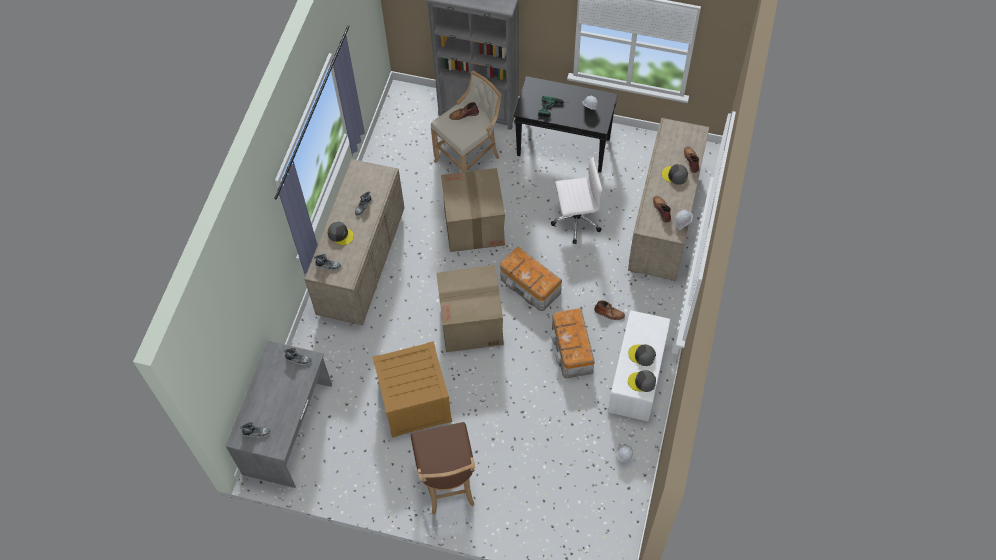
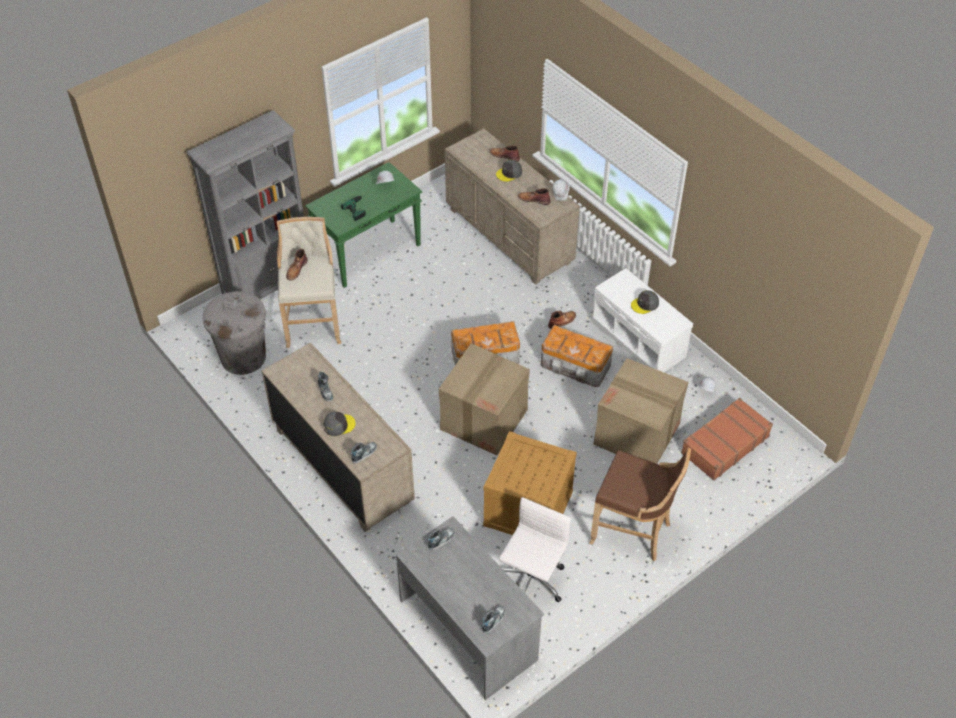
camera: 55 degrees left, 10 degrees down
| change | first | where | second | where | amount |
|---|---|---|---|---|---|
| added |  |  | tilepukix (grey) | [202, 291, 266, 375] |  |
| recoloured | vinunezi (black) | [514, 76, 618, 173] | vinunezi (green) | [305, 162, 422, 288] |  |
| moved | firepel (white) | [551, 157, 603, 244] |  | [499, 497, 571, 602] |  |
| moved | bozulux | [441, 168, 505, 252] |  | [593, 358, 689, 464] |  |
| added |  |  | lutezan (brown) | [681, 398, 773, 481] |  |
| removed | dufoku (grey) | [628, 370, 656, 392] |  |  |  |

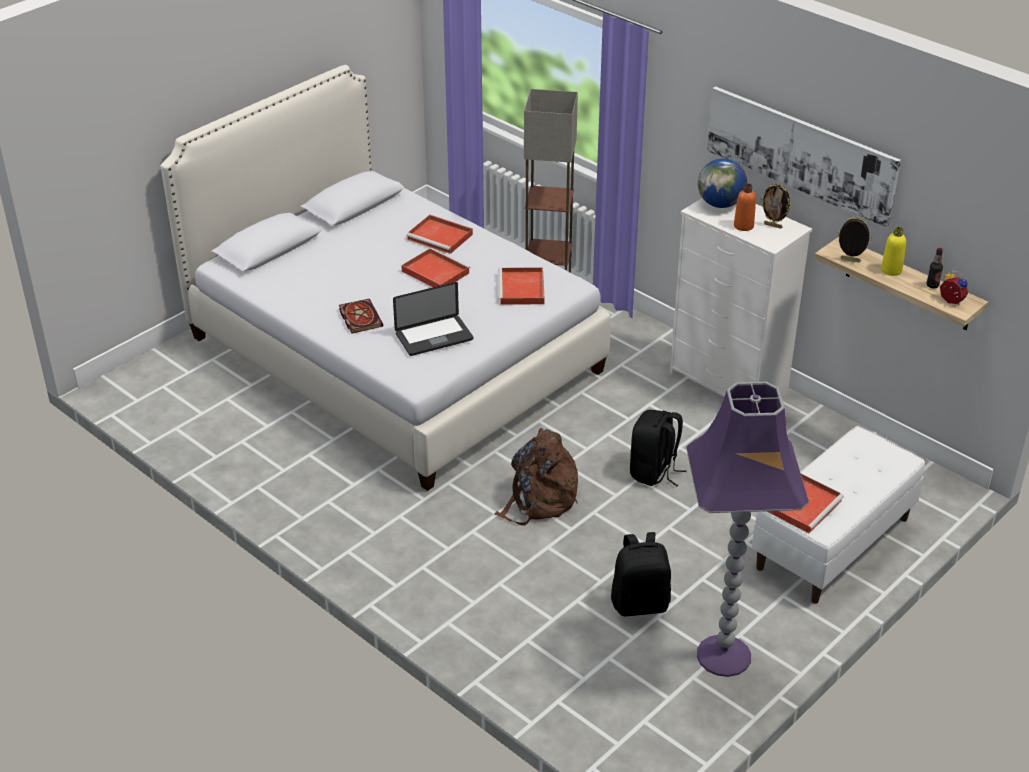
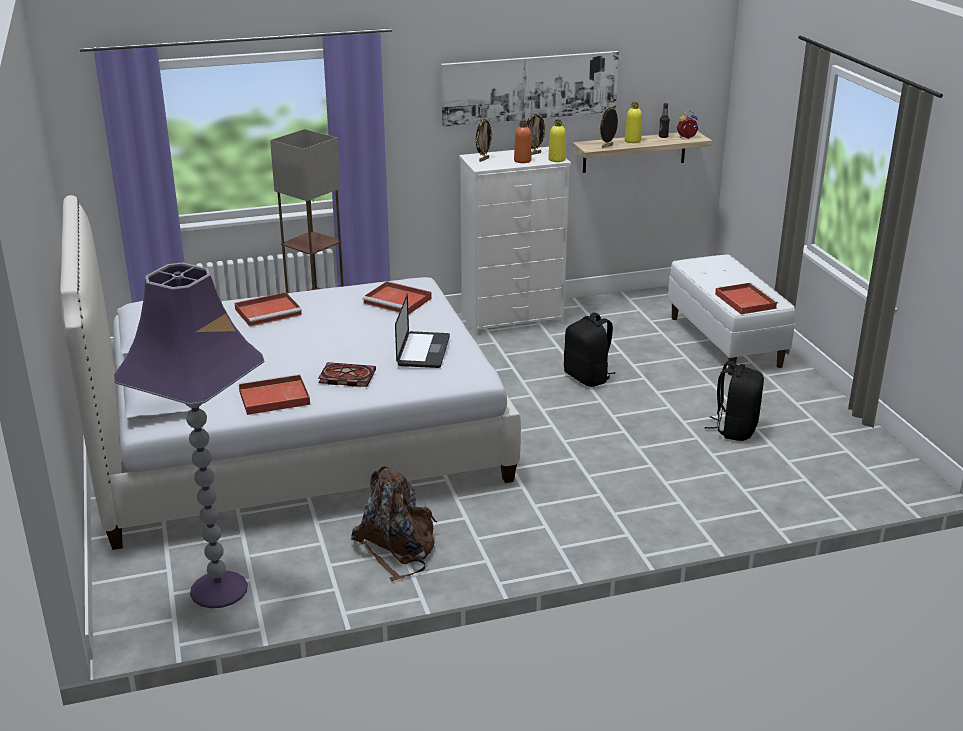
camera: 60 degrees left, 10 degrees down
| change | first | where | second | where | amount |
|---|---|---|---|---|---|
| moved | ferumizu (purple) | [686, 382, 809, 677] |  | [114, 262, 265, 608] |  |
| moved | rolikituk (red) | [401, 248, 470, 287] |  | [239, 374, 310, 415] |  |
| moved | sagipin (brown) | [494, 428, 578, 525] |  | [351, 467, 437, 581] |  |
| replaced | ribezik | [698, 158, 747, 208] | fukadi | [476, 118, 493, 162] |  |
| added |  |  | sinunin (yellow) | [548, 119, 566, 162] |  |

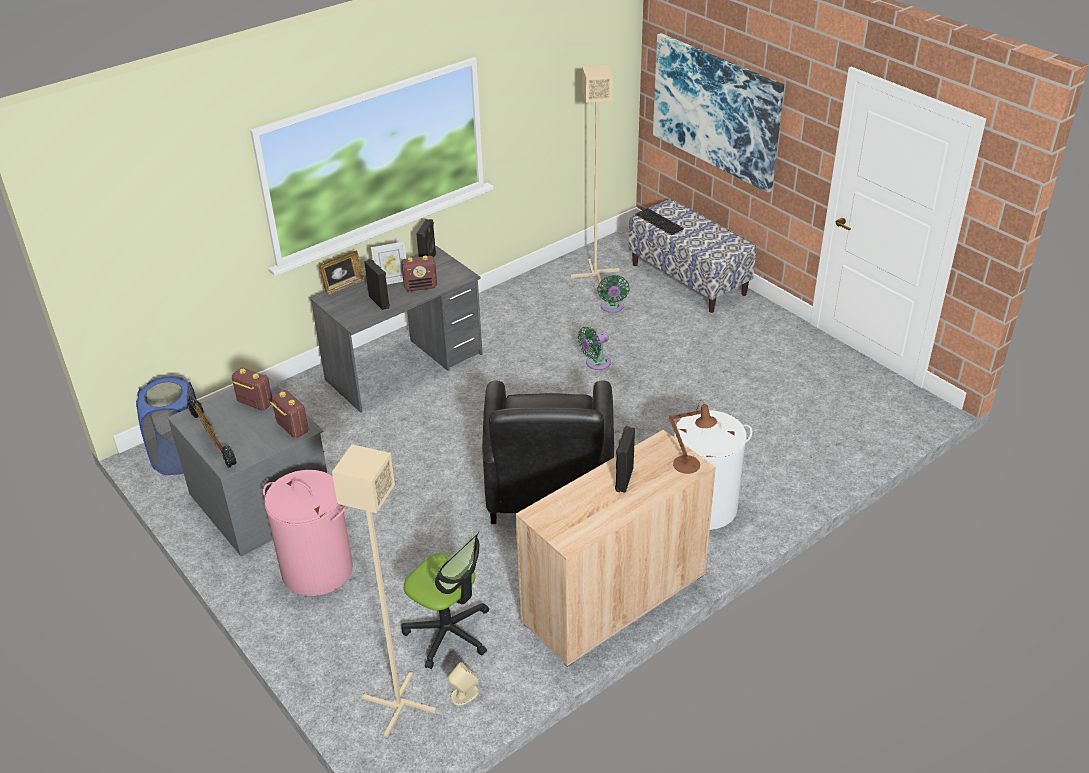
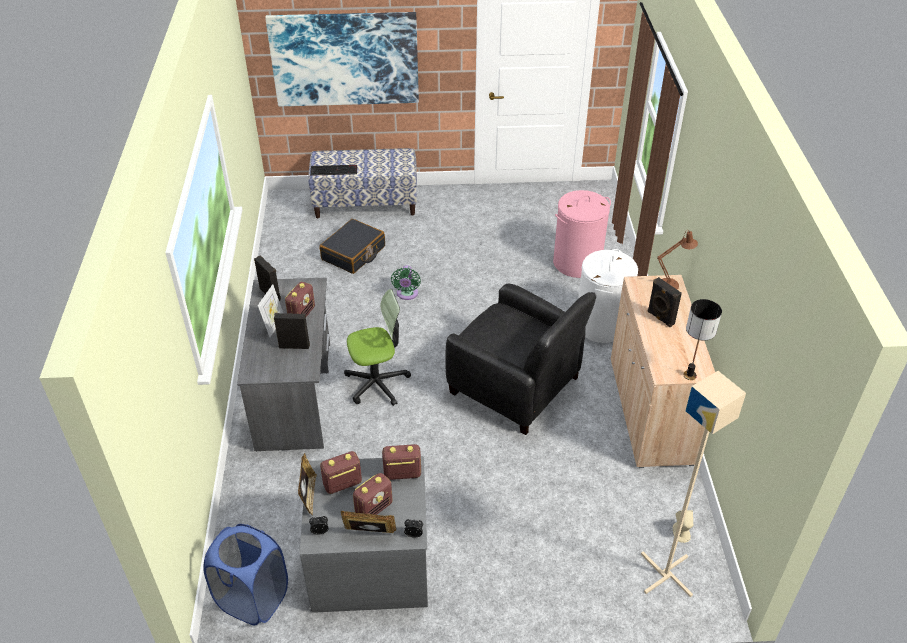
camera: 55 degrees left, 5 degrees up
| change | first | where | second | where | amount |
|---|---|---|---|---|---|
| moved | fukadi | [319, 251, 365, 295] |  | [298, 453, 317, 515] |  |
| replaced | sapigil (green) | [597, 275, 630, 313] | lutezan (black) | [319, 219, 385, 274] |  |
| moved | firepel | [401, 531, 489, 669] |  | [344, 289, 411, 406] |  |
| added |  |  | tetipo | [353, 473, 393, 515] |  |
| moved | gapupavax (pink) | [263, 470, 353, 596] |  | [553, 190, 611, 278] |  |
| added |  |  | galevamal | [683, 299, 722, 380] |  |
| removed | ferumizu (beige) | [571, 65, 620, 287] |  |  |  |

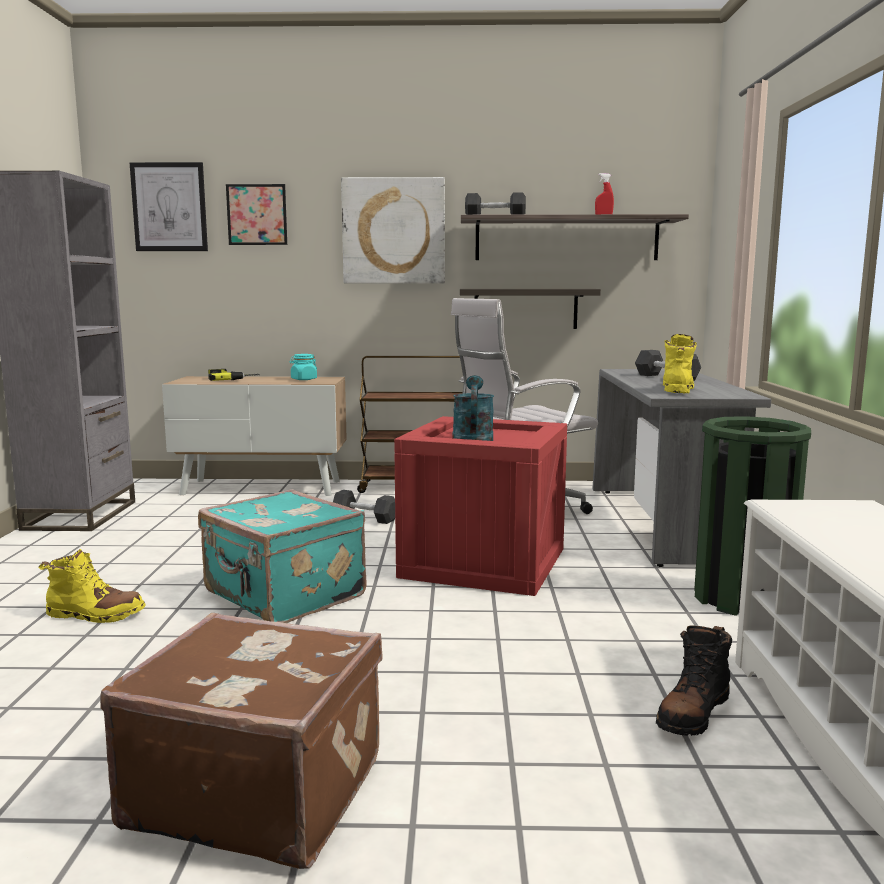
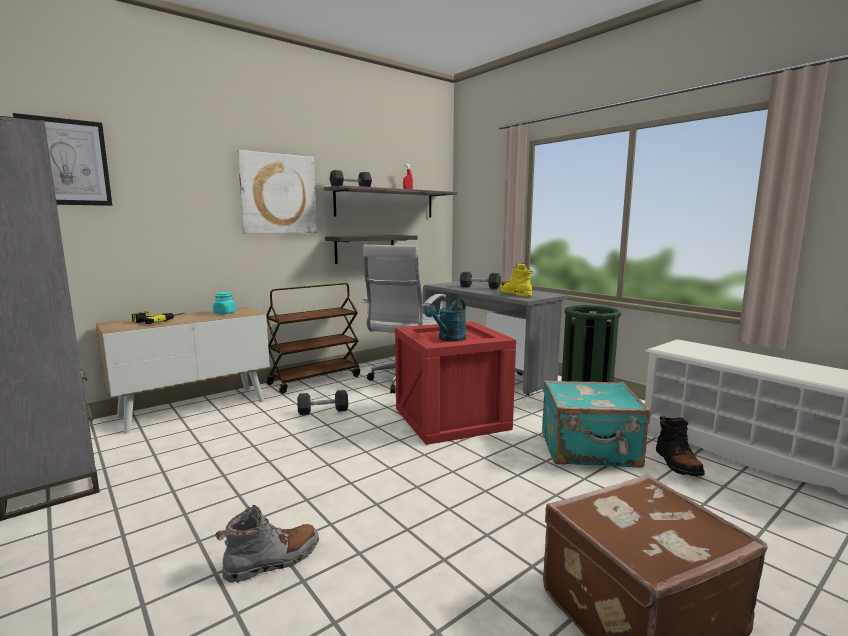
camera: 40 degrees left, 0 degrees up
| change | first | where | second | where | amount |
|---|---|---|---|---|---|
| recoloured | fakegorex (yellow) | [39, 549, 146, 623] | fakegorex (grey) | [215, 505, 319, 583] |  |
| turned | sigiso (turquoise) | [452, 375, 494, 441] |  | [425, 299, 466, 342] | 105 degrees counterclockwise |
| moved | lutezan (turquoise) | [198, 489, 366, 623] |  | [542, 380, 651, 468] |  |
| removed | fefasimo | [226, 184, 287, 245] |  |  |  |

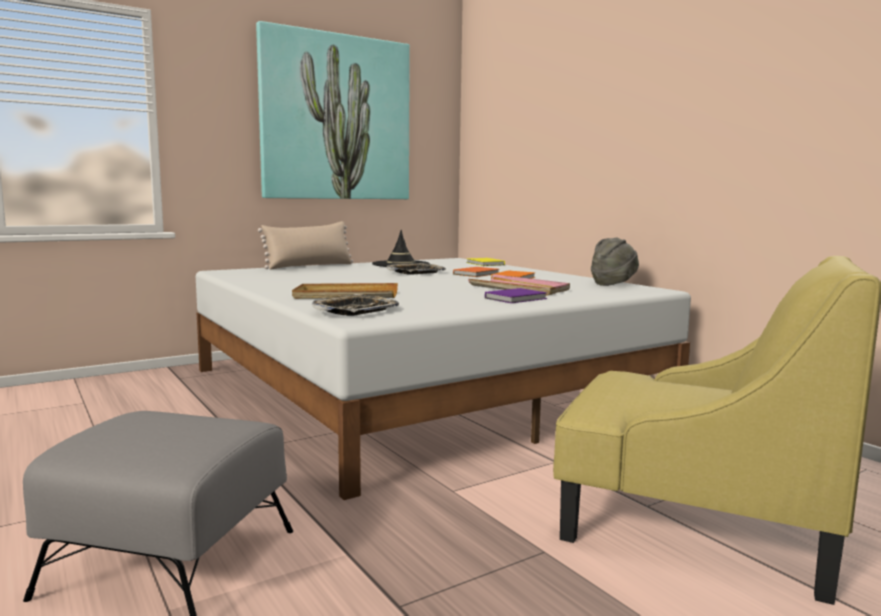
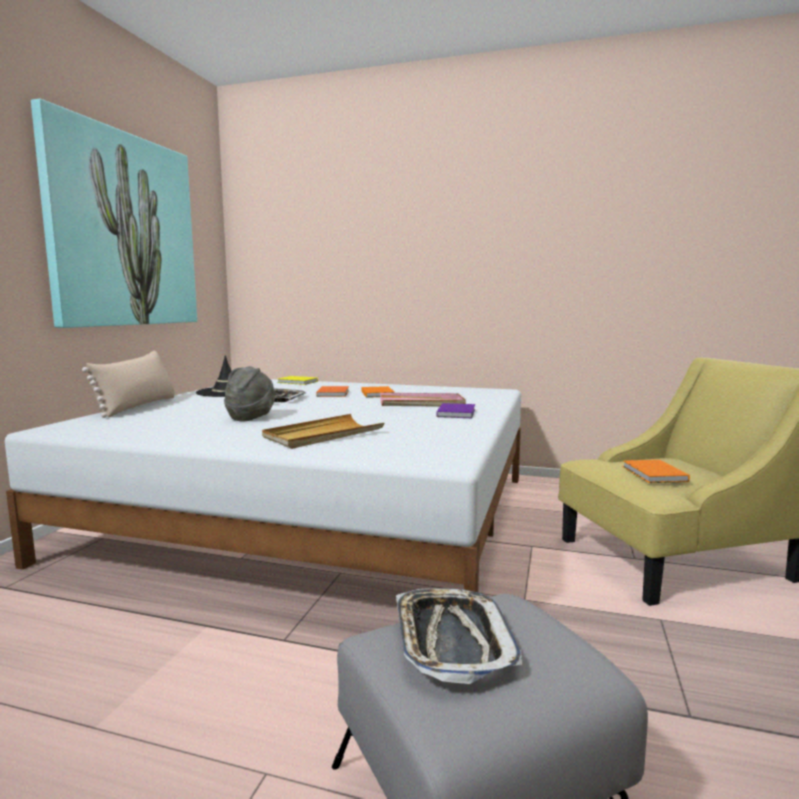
camera: 40 degrees left, 0 degrees up
| change | first | where | second | where | amount |
|---|---|---|---|---|---|
| moved | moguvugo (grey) | [591, 238, 639, 286] |  | [224, 366, 275, 422] |  |
| moved | rolikituk | [311, 294, 399, 316] |  | [396, 588, 522, 684] |  |
| added |  |  | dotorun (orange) | [623, 460, 690, 483] |  |

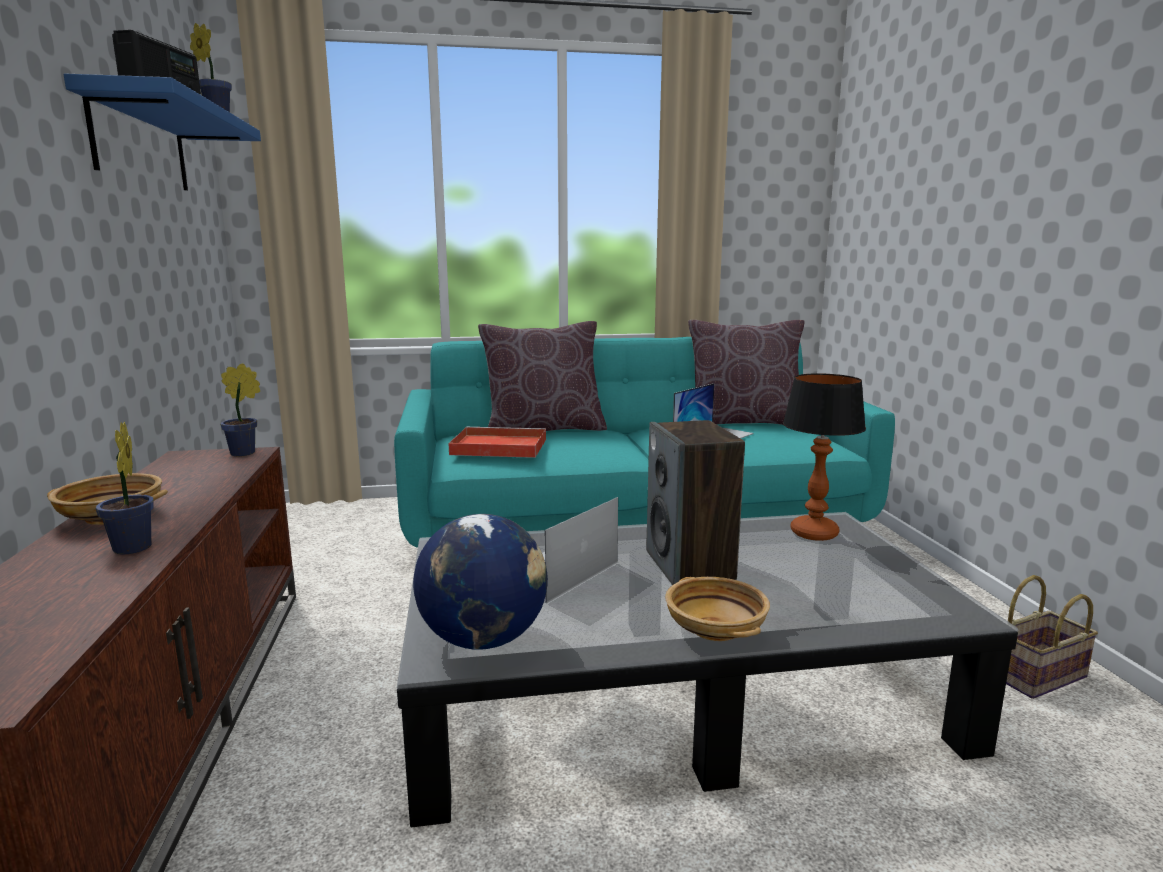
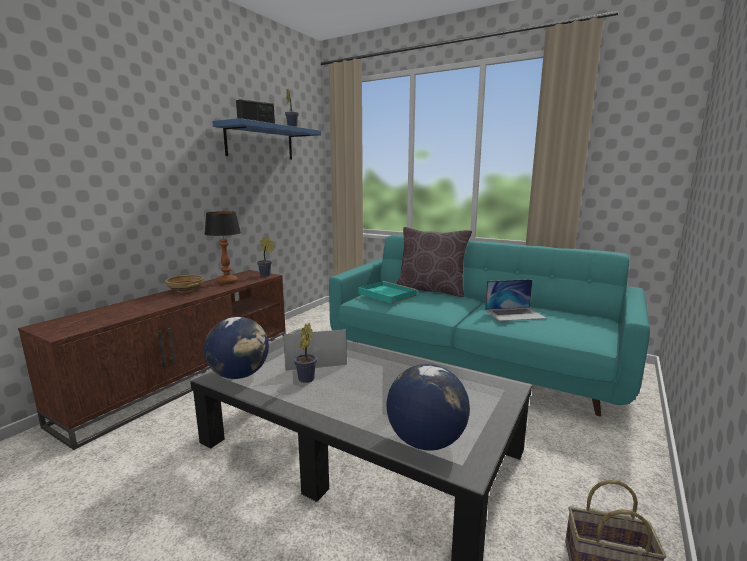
camera: 40 degrees right, 0 degrees up
| change | first | where | second | where | amount |
|---|---|---|---|---|---|
| moved | galevamal | [783, 373, 866, 541] |  | [205, 211, 241, 284] |  |
| moved | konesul | [96, 422, 154, 555] |  | [294, 323, 317, 383] |  |
| recoloured | rolikituk (red) | [448, 427, 546, 458] | rolikituk (turquoise) | [358, 281, 418, 303] |  |
| added |  |  | ribezik | [387, 364, 470, 450] |  |
| removed | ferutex | [646, 420, 745, 585] |  |  |  |
| removed | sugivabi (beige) | [665, 577, 770, 641] |  |  |  |
| removed | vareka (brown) | [688, 320, 805, 425] |  |  |  |

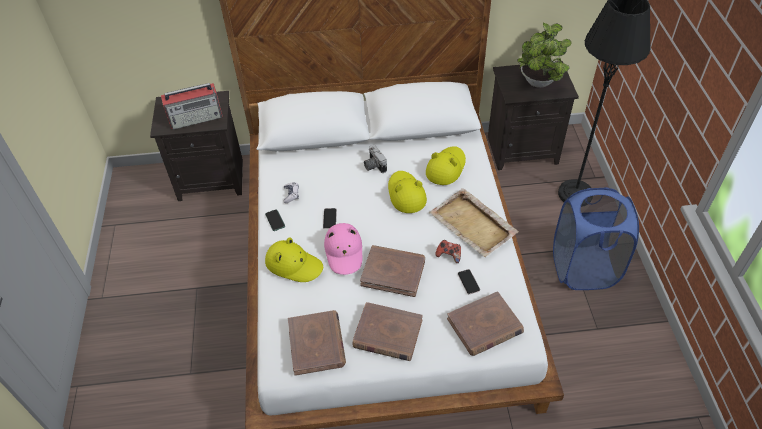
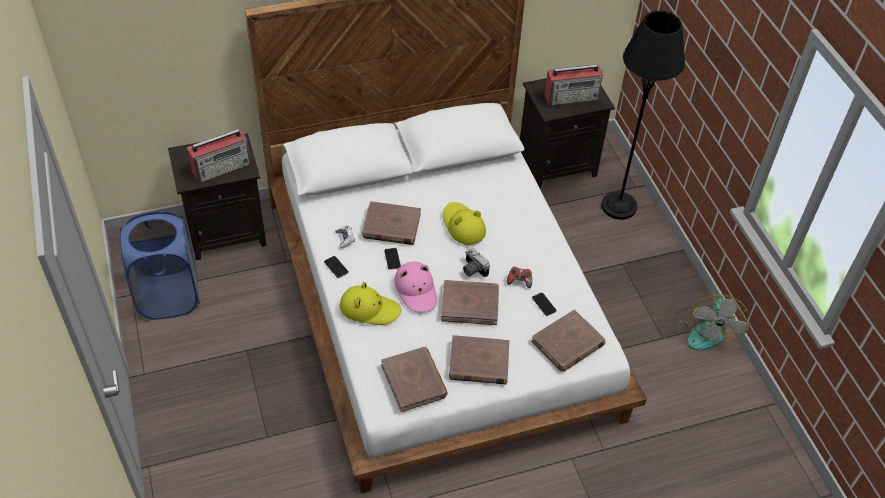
camera: 15 degrees left, 0 degrees up
| change | first | where | second | where | amount |
|---|---|---|---|---|---|
| moved | gapupavax (blue) | [553, 187, 639, 290] |  | [120, 211, 200, 320] |  |
| added |  |  | dotorun (brown) | [362, 201, 421, 245] |  |
| moved | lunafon | [364, 145, 387, 173] |  | [463, 247, 490, 277] |  |
| replaced | konesul | [517, 23, 572, 88] | tetipo | [544, 65, 603, 105] |  |
| added |  |  | sapigil | [675, 294, 751, 350] |  |
| removed | moguvugo (yellow) | [426, 146, 466, 185] |  |  |  |
| removed | rolikituk (beige) | [429, 188, 519, 257] |  |  |  |

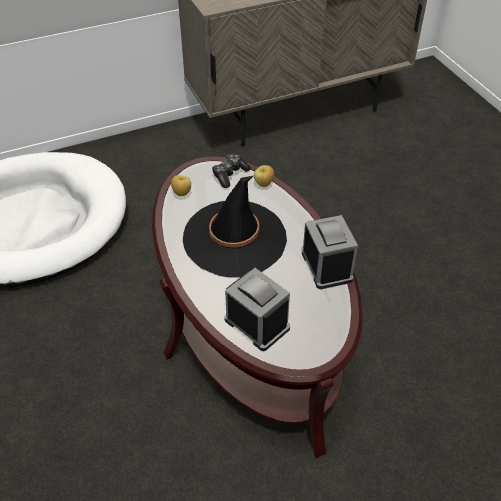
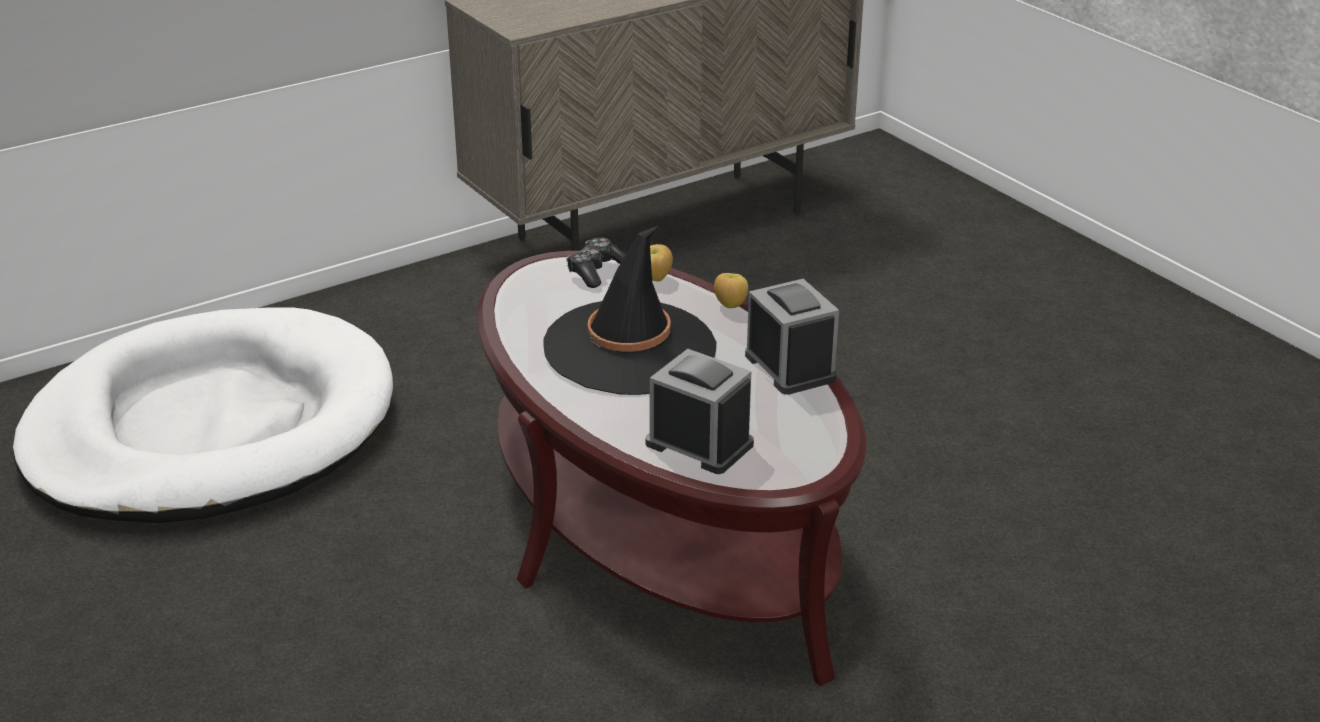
camera: 10 degrees left, 15 degrees down
| change | first | where | second | where | amount |
|---|---|---|---|---|---|
| moved | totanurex | [171, 175, 191, 196] |  | [714, 273, 748, 308] |  |

